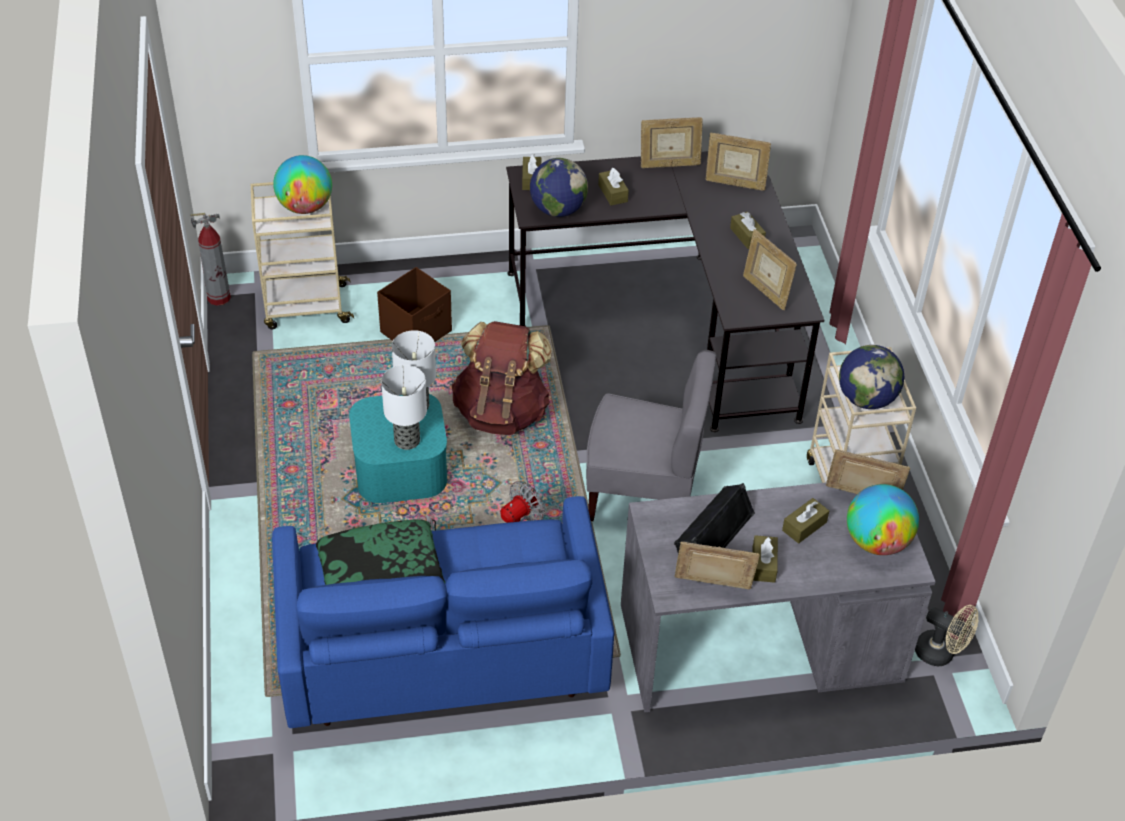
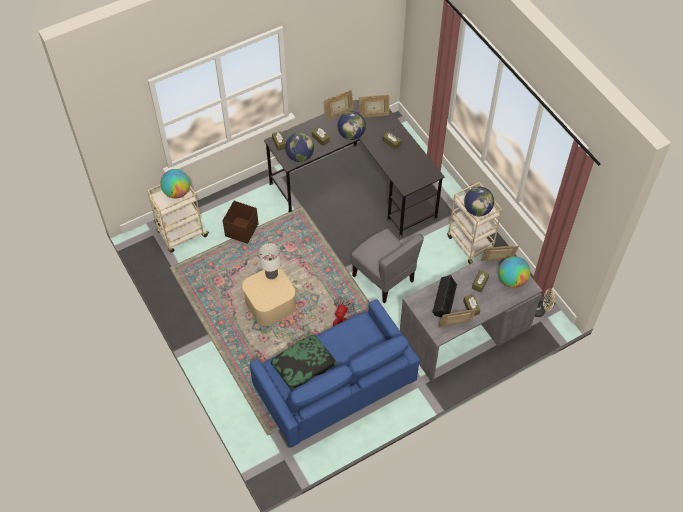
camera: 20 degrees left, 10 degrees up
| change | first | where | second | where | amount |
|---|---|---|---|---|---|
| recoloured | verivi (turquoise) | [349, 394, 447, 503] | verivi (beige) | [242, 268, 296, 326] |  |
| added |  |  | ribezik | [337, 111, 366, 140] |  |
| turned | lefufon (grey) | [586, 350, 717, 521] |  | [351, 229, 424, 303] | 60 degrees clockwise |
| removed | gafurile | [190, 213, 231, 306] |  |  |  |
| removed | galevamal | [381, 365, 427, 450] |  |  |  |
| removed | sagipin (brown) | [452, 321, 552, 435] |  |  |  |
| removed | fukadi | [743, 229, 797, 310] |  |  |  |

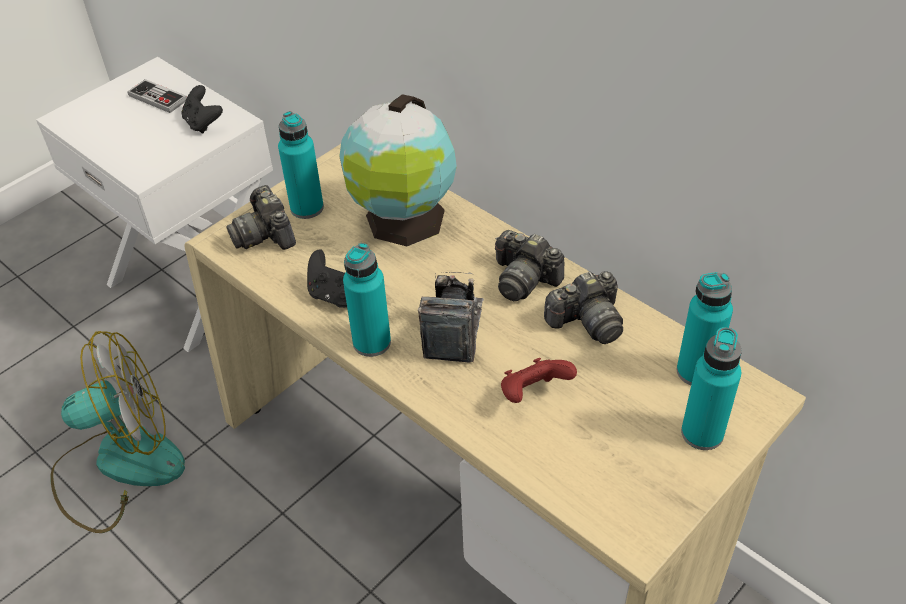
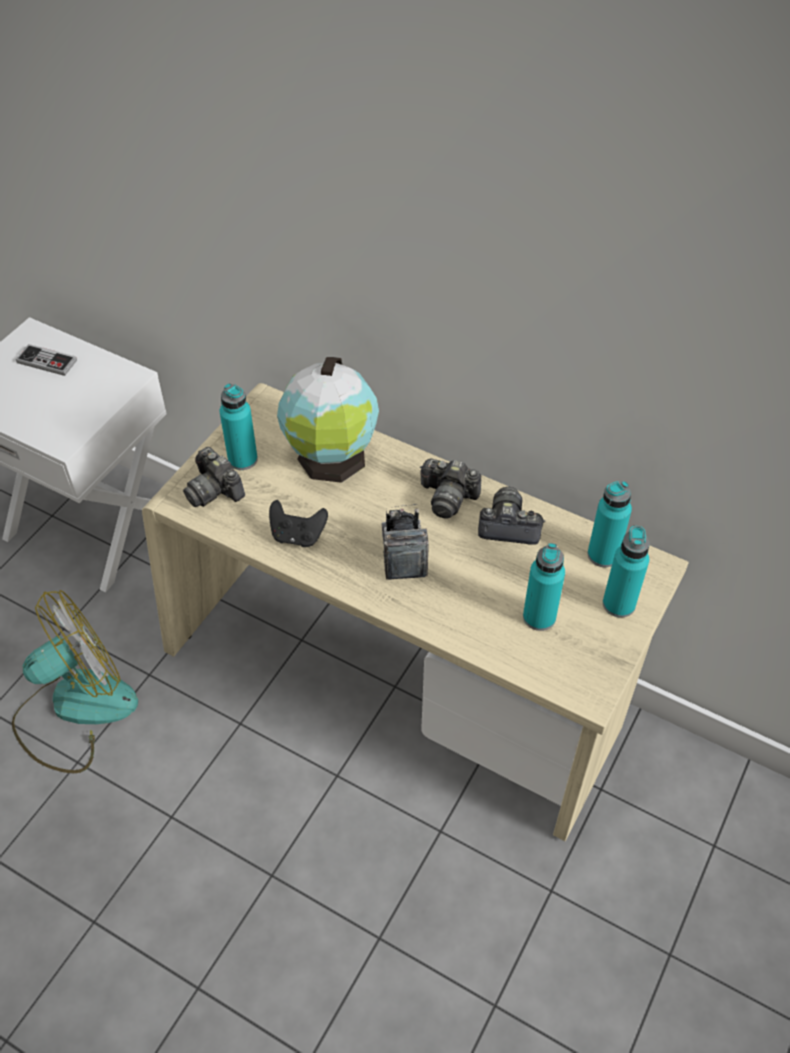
camera: 15 degrees left, 5 degrees up
| change | first | where | second | where | amount |
|---|---|---|---|---|---|
| turned | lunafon | [544, 271, 623, 344] |  | [478, 487, 545, 545] | 135 degrees counterclockwise |
| moved | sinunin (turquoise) | [343, 243, 391, 357] |  | [523, 543, 565, 631] |  |
| removed | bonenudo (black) | [182, 85, 223, 134] |  |  |  |
| removed | bonenudo (red) | [501, 358, 577, 403] |  |  |  |

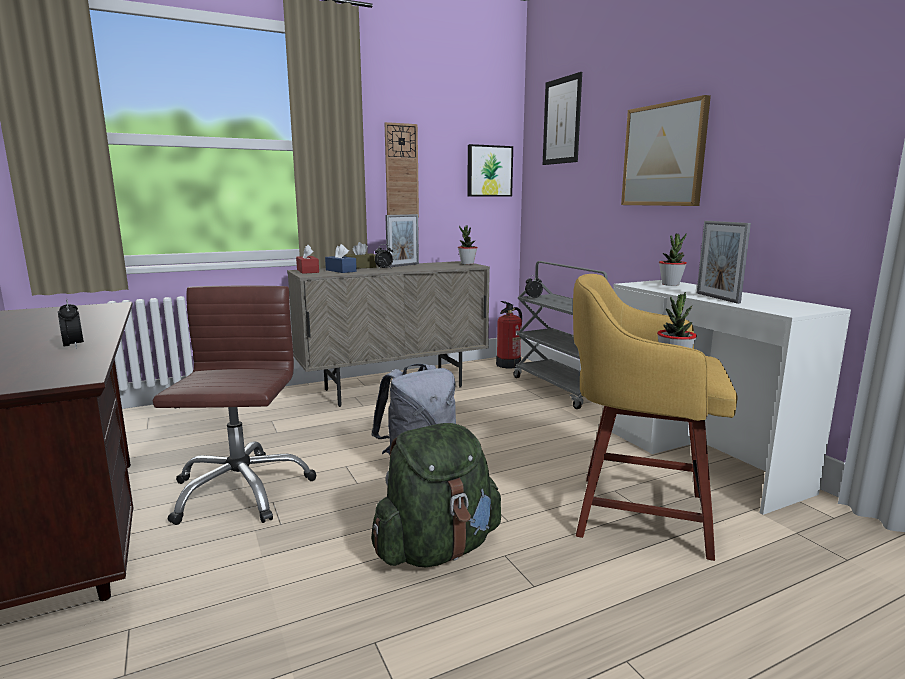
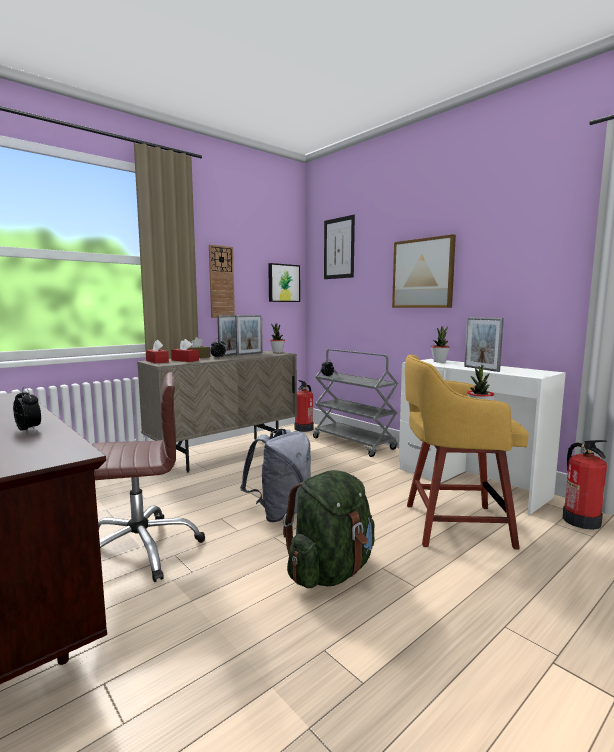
camera: 15 degrees left, 5 degrees down
| change | first | where | second | where | amount |
|---|---|---|---|---|---|
| turned | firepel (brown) | [153, 286, 317, 525] |  | [92, 372, 205, 582] | 90 degrees clockwise |
| recoloured | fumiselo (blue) | [325, 244, 357, 273] | fumiselo (red) | [171, 339, 199, 362] |  |
| added |  |  | fukadi | [235, 315, 263, 355] |  |
| added |  |  | gafurile | [562, 440, 607, 530] |  |

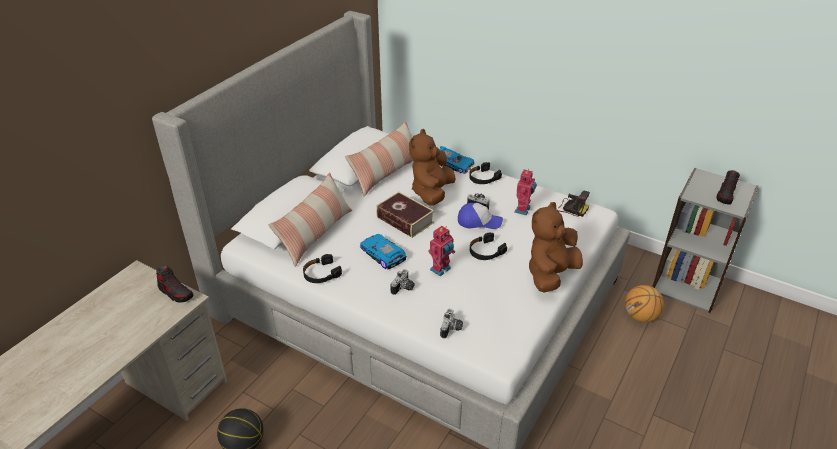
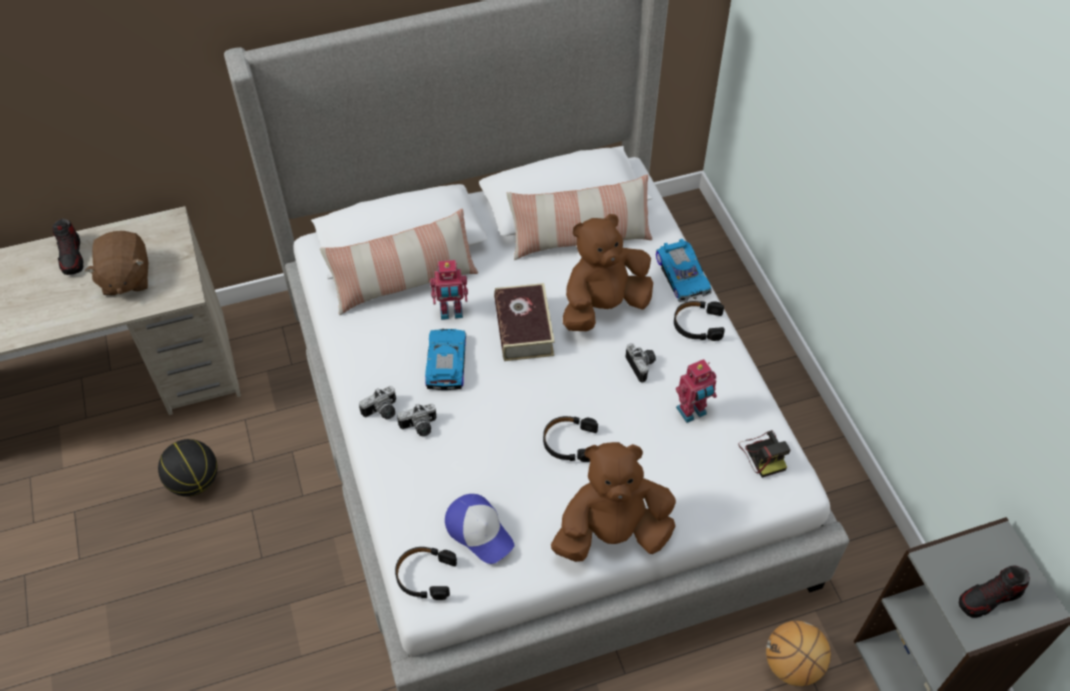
camera: 40 degrees right, 15 degrees up
| change | first | where | second | where | amount |
|---|---|---|---|---|---|
| moved | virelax | [156, 266, 193, 303] |  | [52, 219, 84, 275] |  |
| added |  |  | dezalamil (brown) | [85, 231, 148, 296] |  |
| moved | lunafon | [440, 309, 463, 339] |  | [359, 386, 396, 419] |  |
| moved | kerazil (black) | [303, 254, 342, 283] |  | [395, 547, 457, 600] |  |
| moved | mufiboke | [429, 226, 455, 276] |  | [430, 260, 468, 320] |  |
| moved | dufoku | [458, 203, 503, 229] |  | [445, 494, 514, 564] |  |

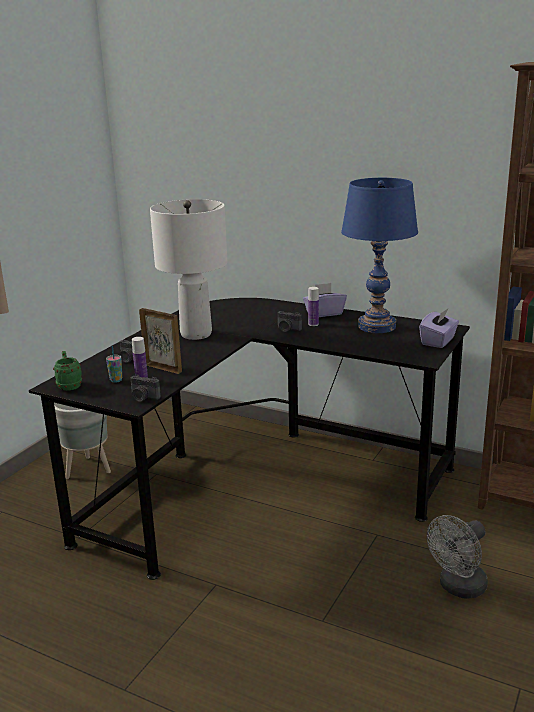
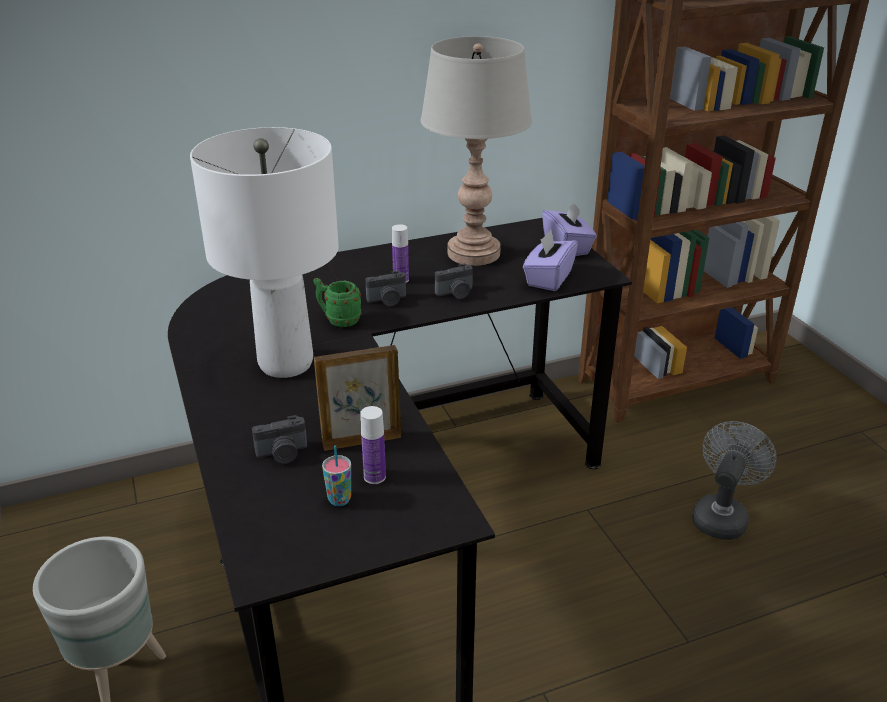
camera: 50 degrees left, 10 degrees up
| change | first | where | second | where | amount |
|---|---|---|---|---|---|
| moved | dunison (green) | [53, 351, 82, 391] |  | [313, 278, 362, 327] |  |
| recoloured | galevamal (blue) | [341, 178, 418, 333] | galevamal (grey) | [420, 36, 532, 266] |  |
| moved | lunafon | [130, 376, 161, 402] |  | [435, 264, 473, 299] |  |
| moved | fumiselo (purple) | [303, 283, 347, 317] |  | [523, 230, 578, 291] |  |
| turned | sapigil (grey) | [427, 515, 488, 599] |  | [692, 421, 777, 540] | 150 degrees counterclockwise |

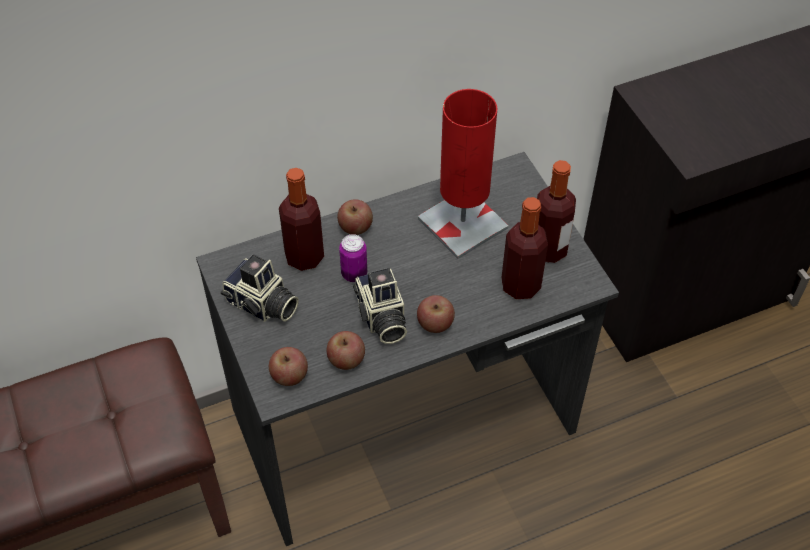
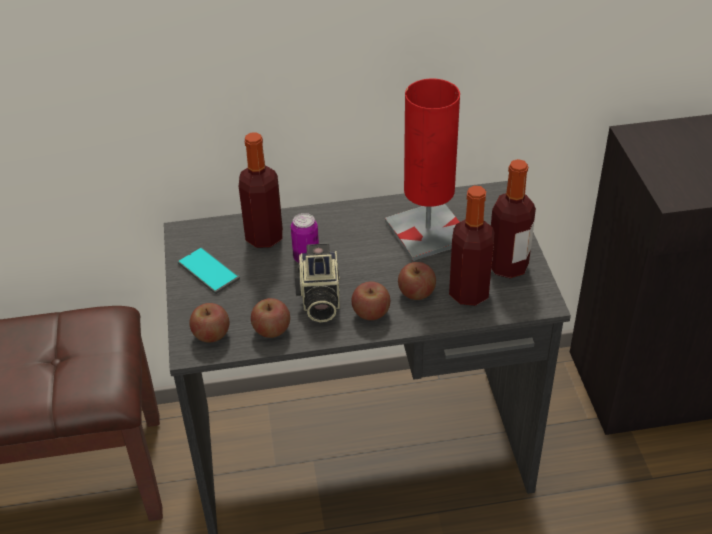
camera: 15 degrees right, 10 degrees down
| change | first | where | second | where | amount |
|---|---|---|---|---|---|
| replaced | lunafon | [221, 254, 299, 322] | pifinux | [178, 247, 240, 294] |  |
| moved | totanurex | [337, 199, 373, 235] |  | [398, 262, 436, 300] |  |

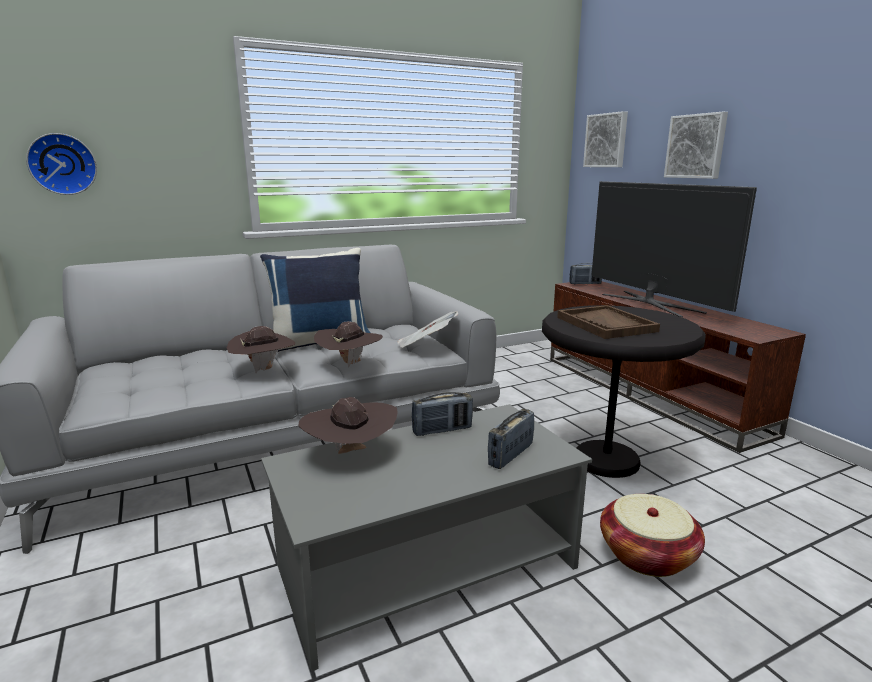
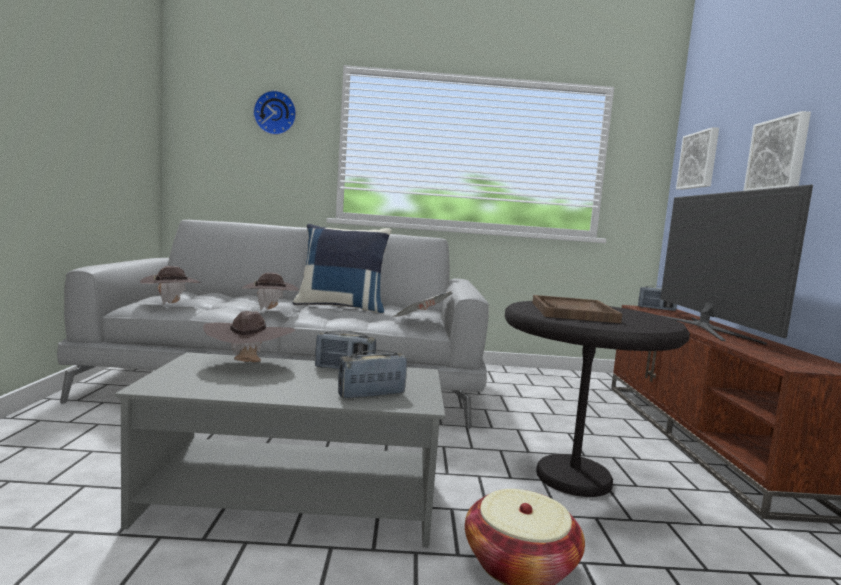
camera: 25 degrees right, 10 degrees down
| change | first | where | second | where | amount |
|---|---|---|---|---|---|
| moved | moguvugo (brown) | [314, 321, 383, 368] |  | [140, 266, 201, 305] |  |
| moved | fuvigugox | [26, 133, 97, 195] |  | [253, 90, 296, 135] |  |

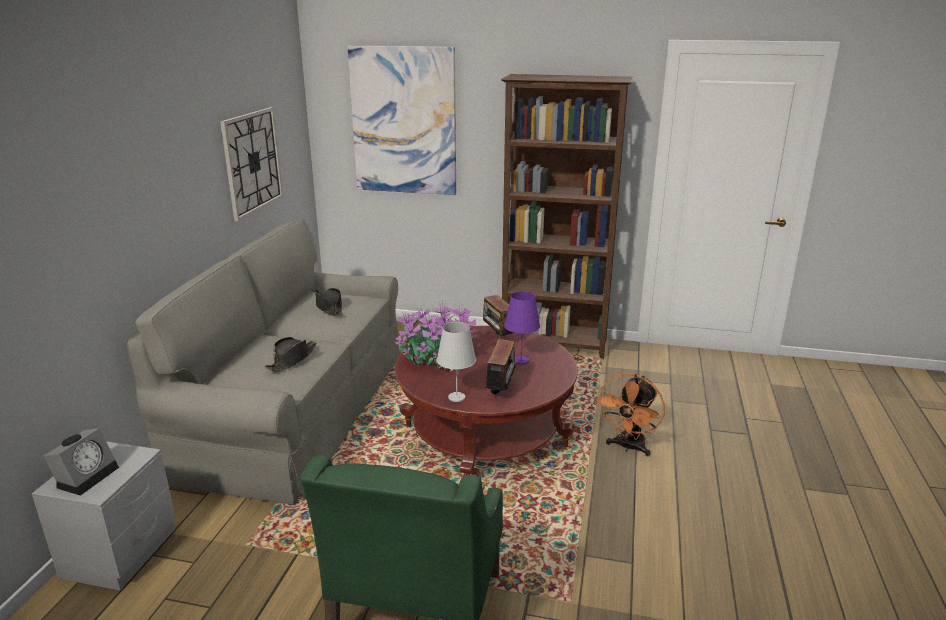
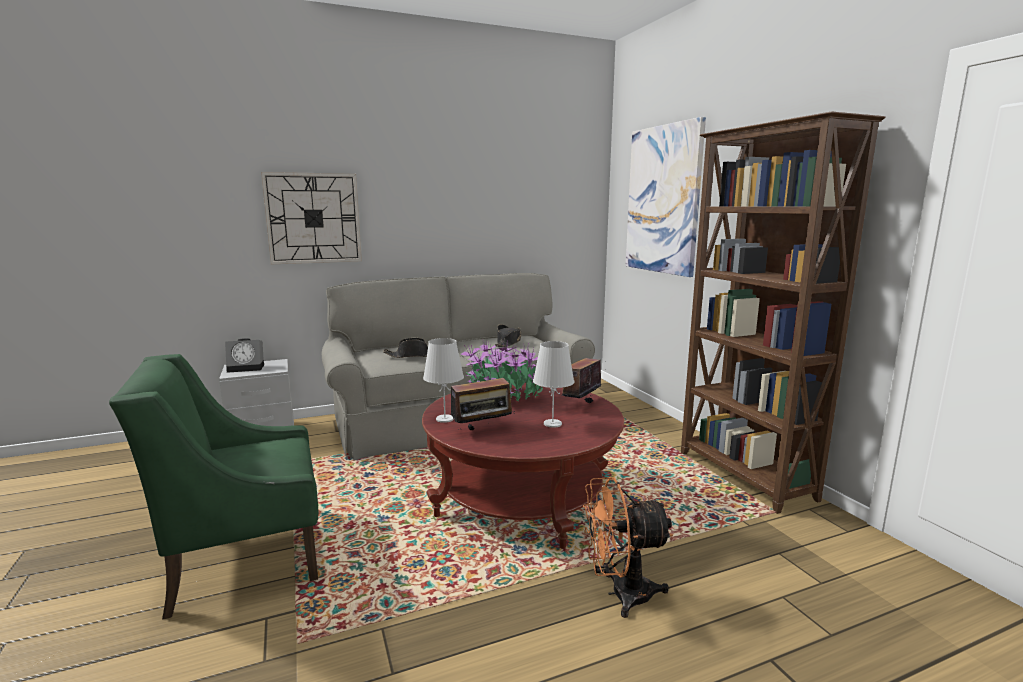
camera: 55 degrees right, 10 degrees down
| change | first | where | second | where | amount |
|---|---|---|---|---|---|
| moved | fuvigugox | [220, 107, 283, 221] |  | [261, 172, 362, 264] |  |
| recoloured | galevamal (purple) | [504, 291, 540, 365] | galevamal (white) | [533, 341, 574, 428] |  |

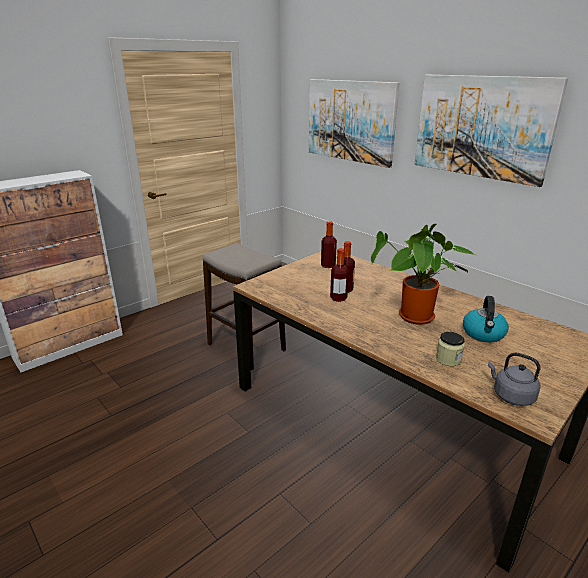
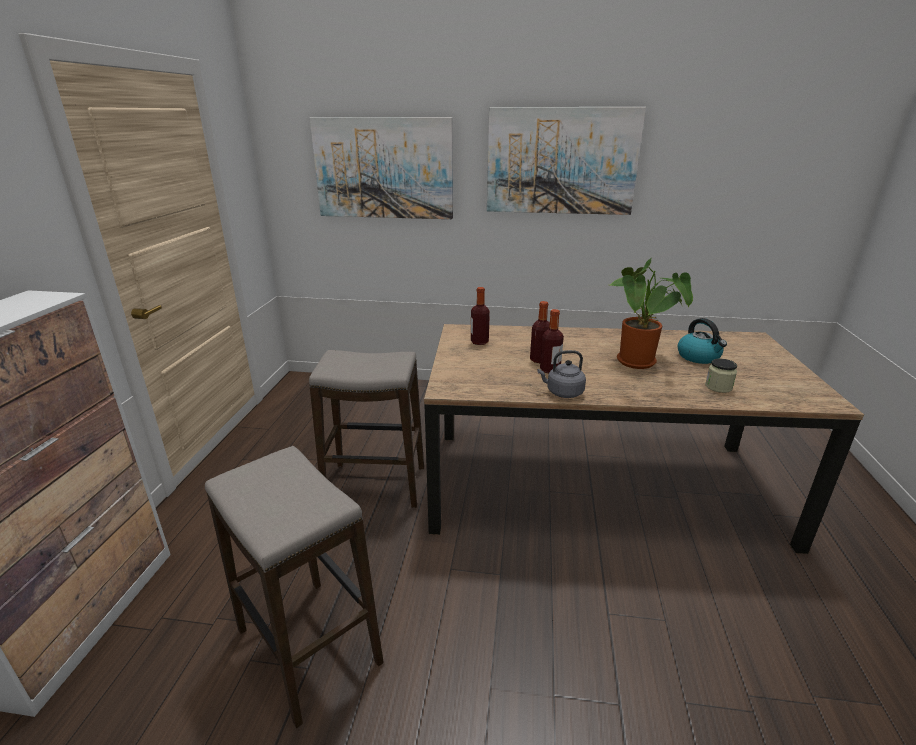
camera: 40 degrees left, 0 degrees up
| change | first | where | second | where | amount |
|---|---|---|---|---|---|
| added |  |  | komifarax | [205, 446, 384, 728] |  |
| moved | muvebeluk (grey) | [488, 353, 541, 406] |  | [537, 350, 586, 398] |  |

